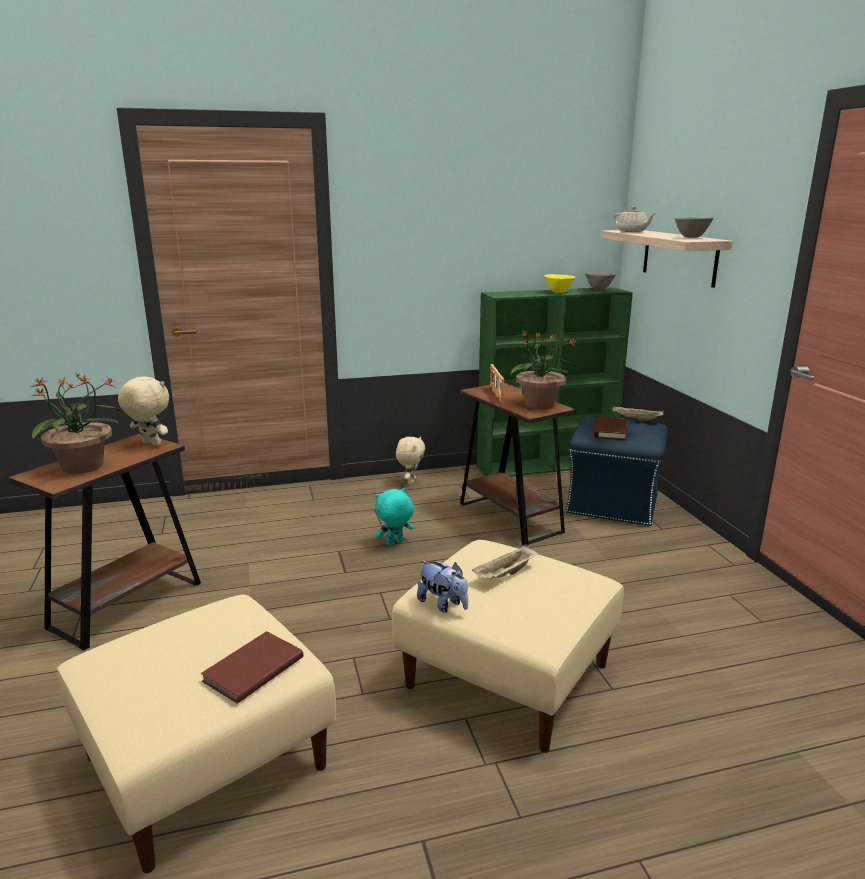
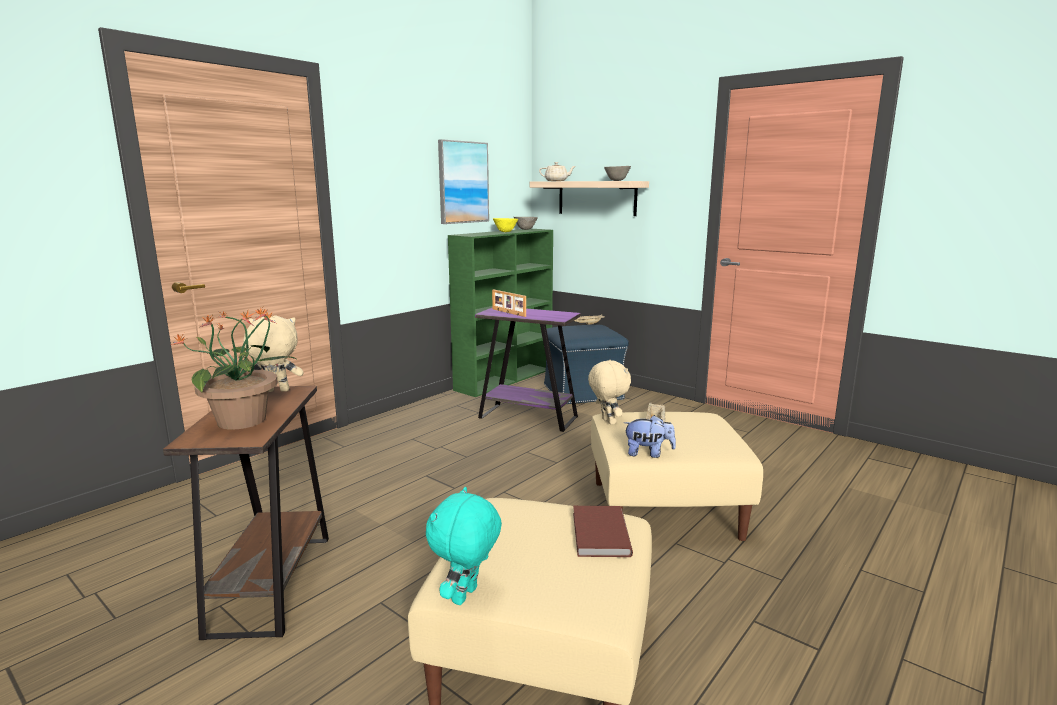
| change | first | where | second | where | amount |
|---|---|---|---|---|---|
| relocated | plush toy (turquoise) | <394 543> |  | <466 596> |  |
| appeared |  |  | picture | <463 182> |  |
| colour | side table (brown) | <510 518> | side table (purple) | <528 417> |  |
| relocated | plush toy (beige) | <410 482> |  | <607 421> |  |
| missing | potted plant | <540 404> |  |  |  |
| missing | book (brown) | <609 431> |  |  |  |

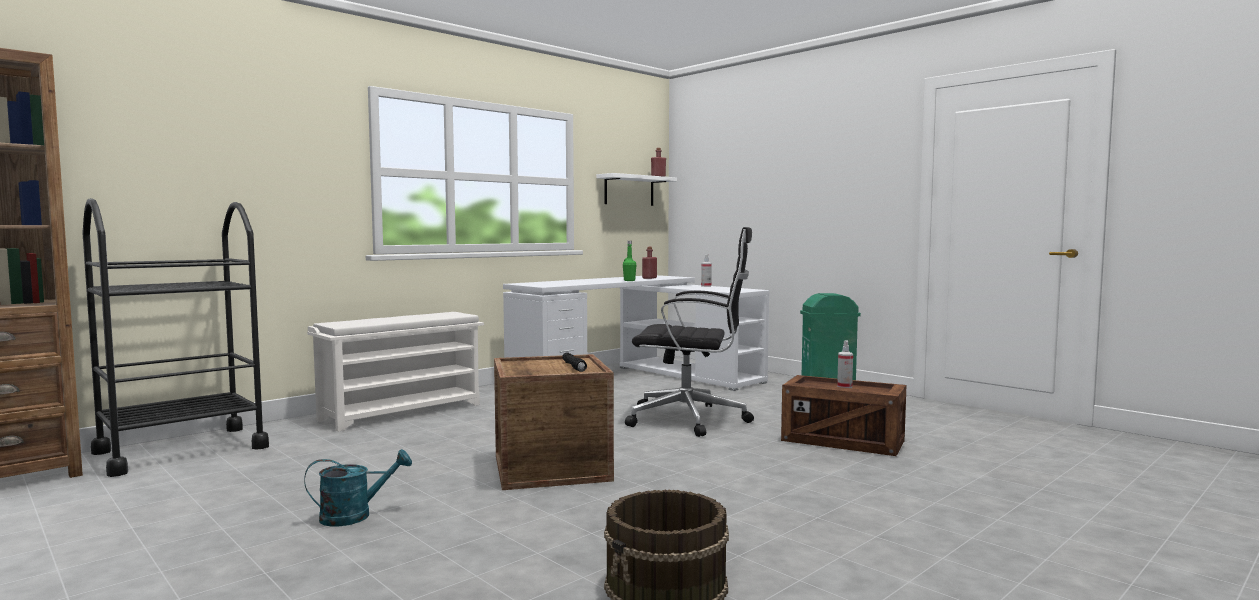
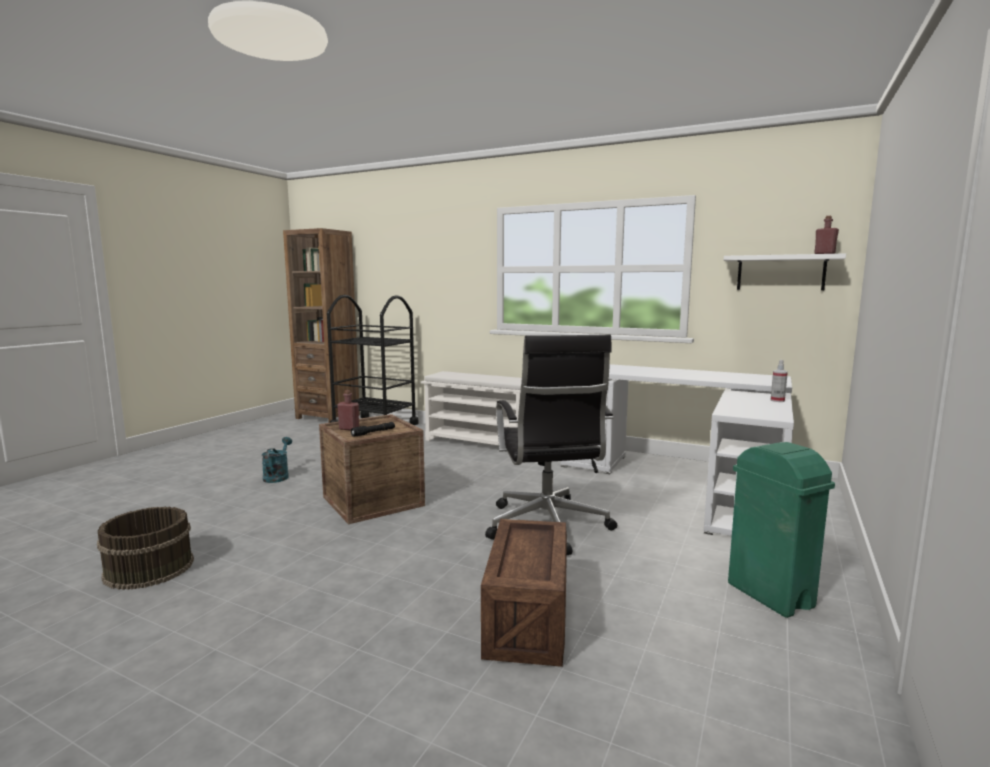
| change | first | where | second | where | amount |
|---|---|---|---|---|---|
| spun | watering can (turquoise) | <355 515> |  | <278 476> | 135 degrees counterclockwise |
| relocated | bottle (red) | <649 278> |  | <349 428> |  |
| missing | bottle (green) | <629 280> |  |  |  |
| missing | spray bottle | <844 387> |  |  |  |

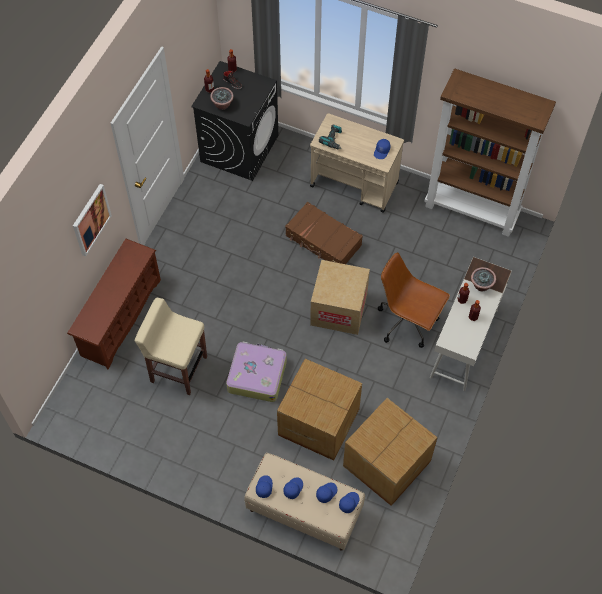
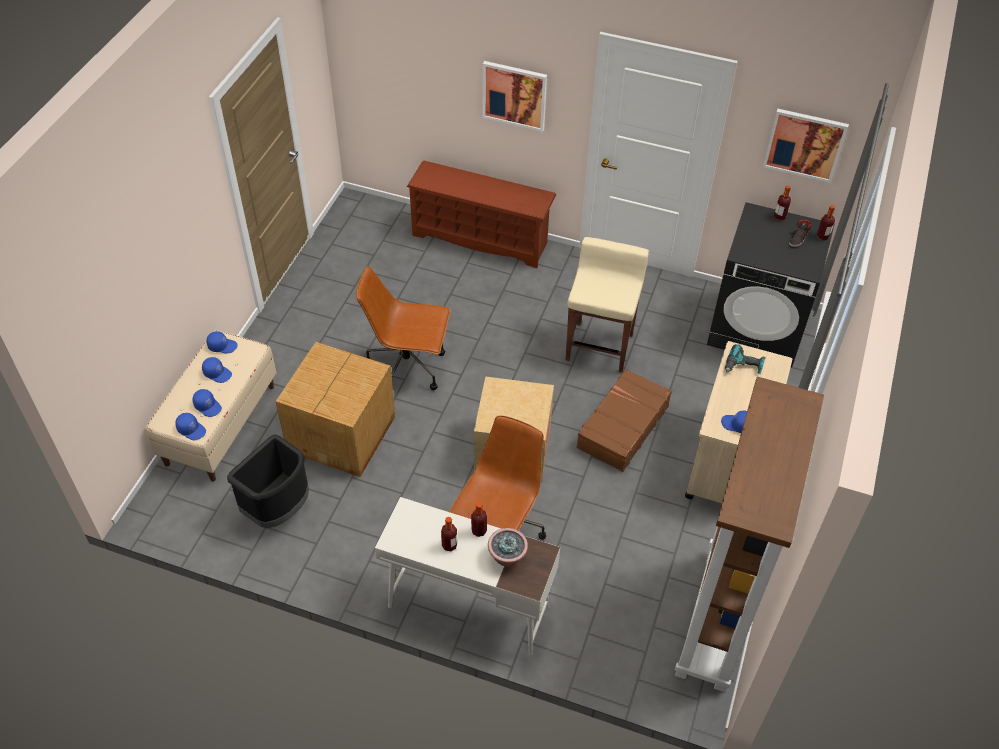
| change | first | where | second | where | amount |
|---|---|---|---|---|---|
| exchanged | cardboard box | <385 463> | trash can (black) | <278 508> |  |
| exchanged | suitcase | <257 375> | office chair (brown) | <408 367> |  |
| relocated | stool (beige) | <178 369> |  | <600 346> |  |
| appeared |  |  | picture | <805 144> |  |
| missing | potted plant | <222 105> |  |  |  |

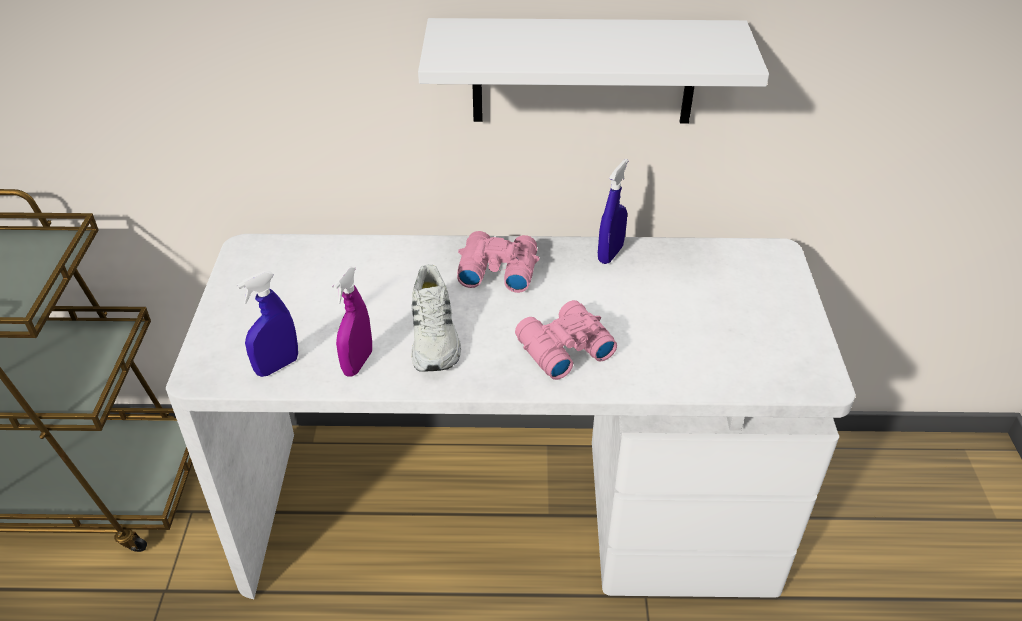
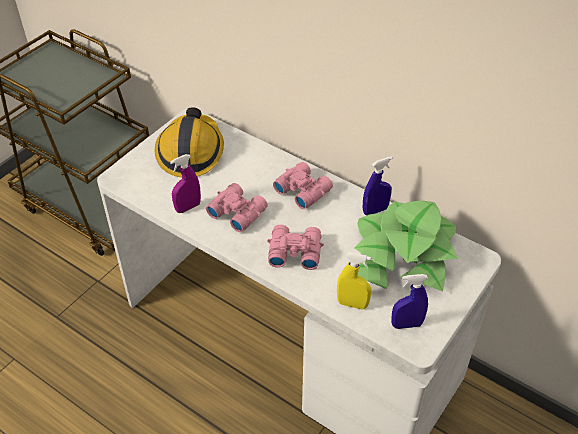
| change | first | where | second | where | amount |
|---|---|---|---|---|---|
| appeared |  |  | hard hat | <190 151> |  |
| exchanged | shoe (white) | <435 336> | binoculars (pink) | <237 211> |  |
| appeared |  |  | spray bottle (yellow) | <352 304> |  |
| appeared |  |  | potted plant | <402 256> |  |
| relocated | spray bottle (blue) | <277 366> |  | <406 324> |  |
| missing | shelf (white) | <583 71> |  |  |  |

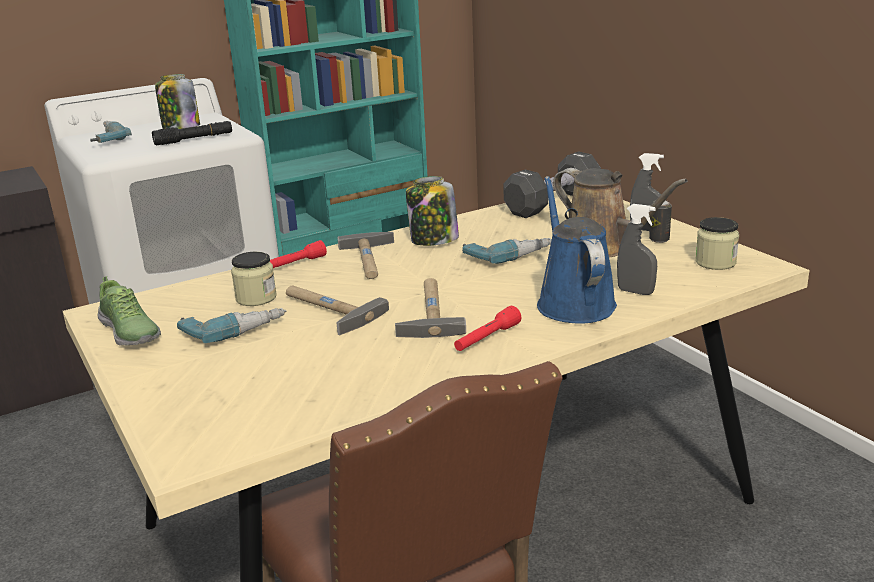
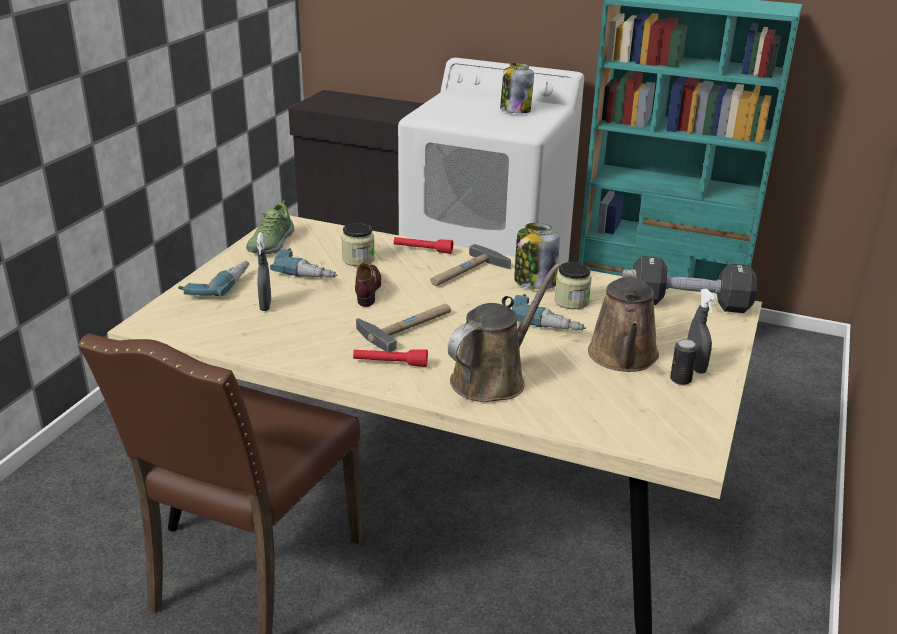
| change | first | where | second | where | amount |
|---|---|---|---|---|---|
| relocated | power drill | <104 139> |  | <217 285> |  |
| relocated | spray bottle (grey) | <635 292> |  | <265 305> |  |
| exchanged | hammer | <327 310> | shoe (brown) | <368 289> |  |
| colour | watering can (blue) | <573 302> | watering can (brown) | <493 378> |  |
| relocated | jar | <715 262> |  | <571 301> |  |
| missing | flashlight (black) | <194 139> |  |  |  |

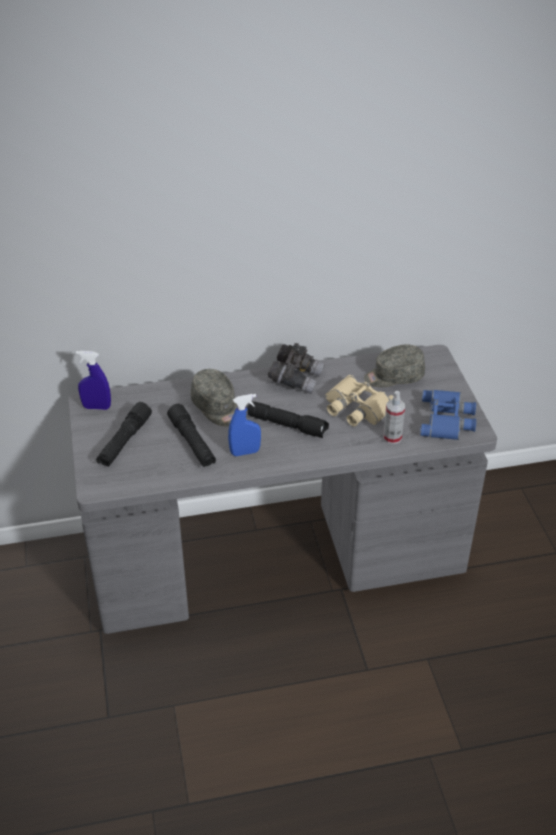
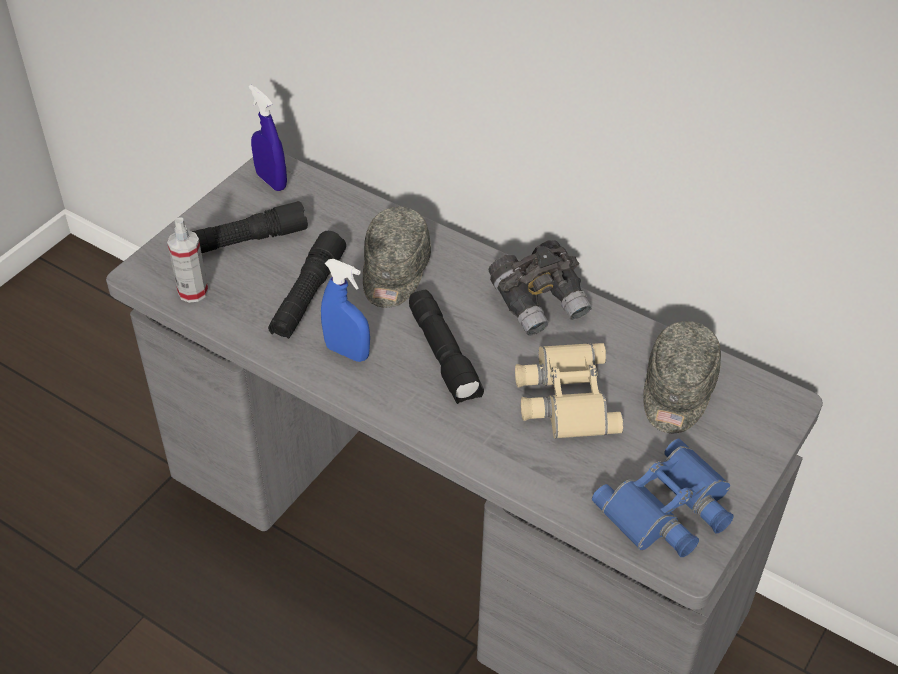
| change | first | where | second | where | amount |
|---|---|---|---|---|---|
| relocated | spray bottle | <392 437> |  | <193 292> |  |
| spun | cap (grey) | <393 377> |  | <677 392> | 105 degrees counterclockwise |

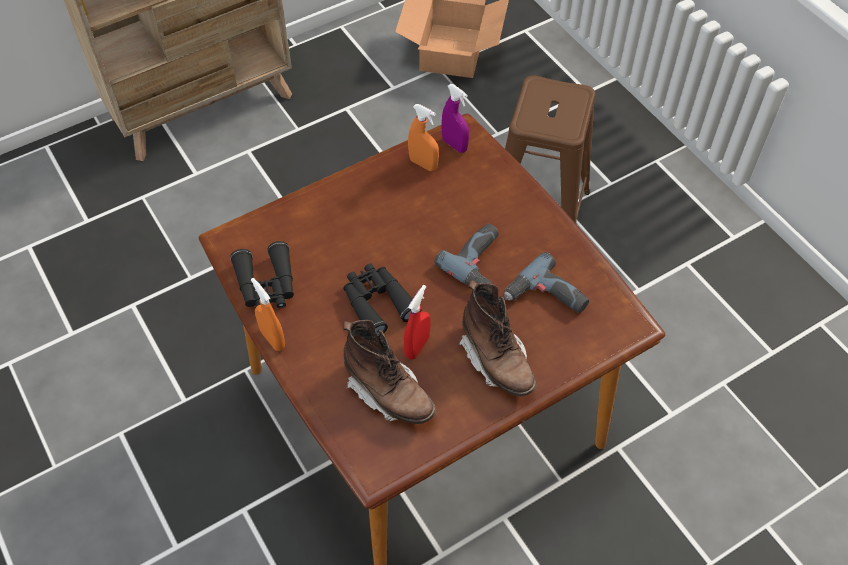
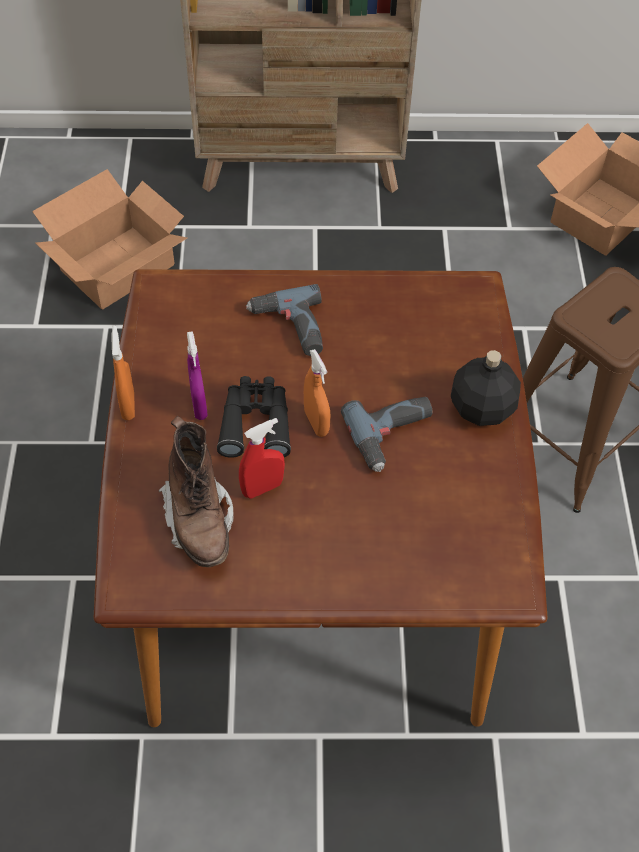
| change | first | where | second | where | amount |
|---|---|---|---|---|---|
| appeared |  |  | cardboard box | <119 267> |  |
| relocated | spray bottle (purple) | <454 145> |  | <199 405> |  |
| relocated | power drill | <546 298> |  | <289 328> |  |
| relocated | spray bottle (orange) | <423 164> |  | <316 422> |  |
| appeared |  |  | bottle (black) | <481 408> |  |
| missing | binoculars (black) | <266 285> |  |  |  |
| missing | boot (brown) | <496 360> |  |  |  |

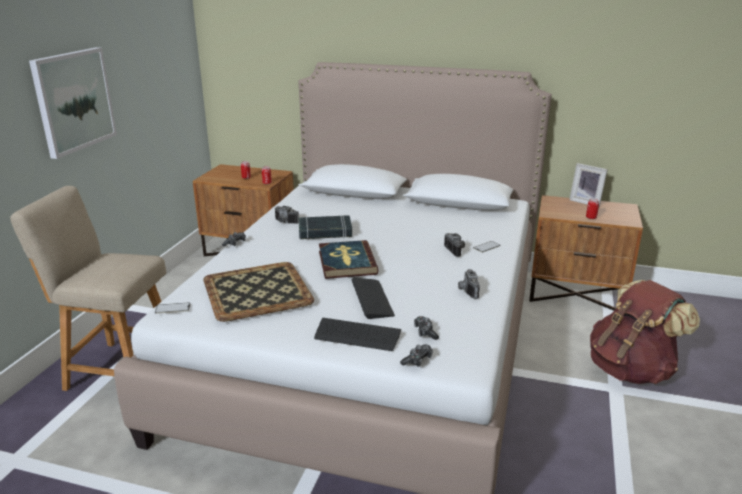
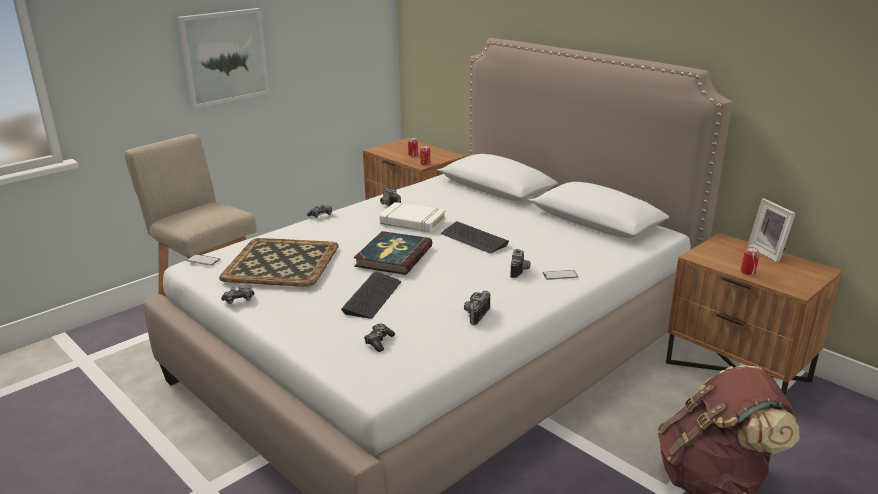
| change | first | where | second | where | amount |
|---|---|---|---|---|---|
| relocated | game controller | <417 360> |  | <238 300> |  |
| colour | book (black) | <325 232> | book (white) | <412 222> |  |
| relocated | keyboard | <357 336> |  | <474 239> |  |

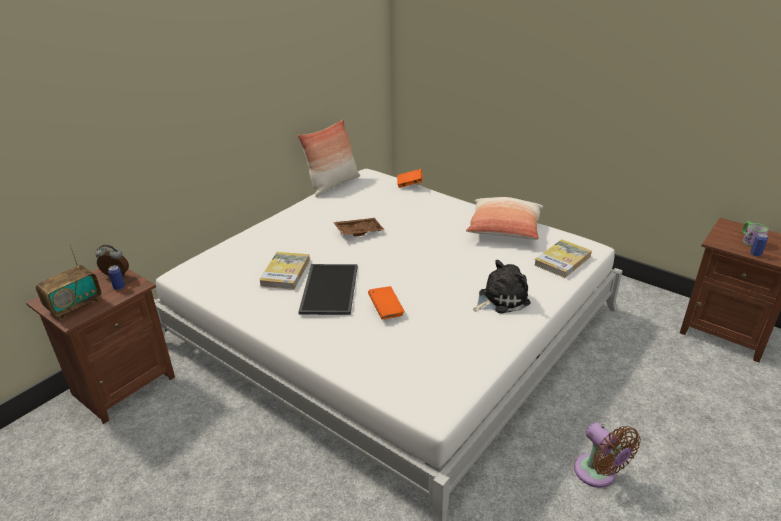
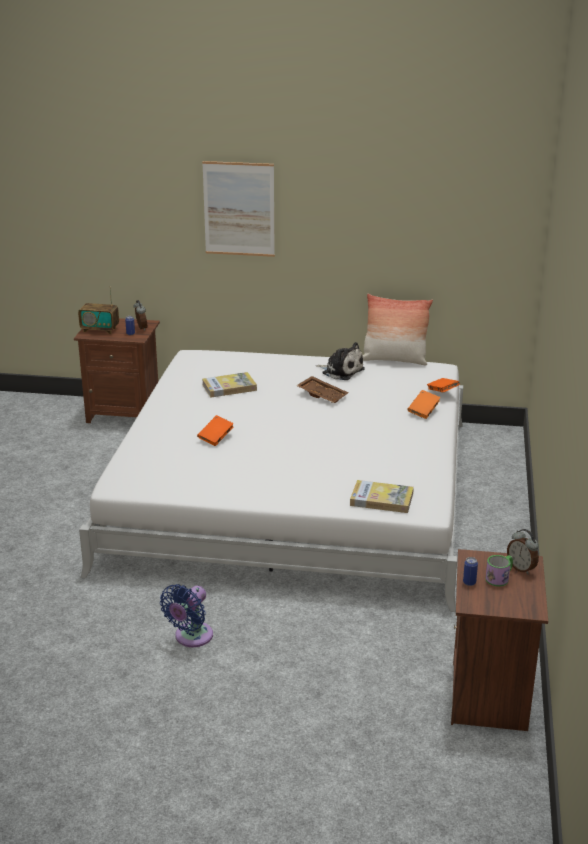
| change | first | where | second | where | amount |
|---|---|---|---|---|---|
| colour | fan (brown) | <598 474> | fan (blue) | <191 637> |  |
| appeared |  |  | picture | <239 209> |  |
| relocated | plush toy | <500 299> |  | <341 371> |  |
| appeared |  |  | book (orange) | <423 411> |  |
| appeared |  |  | alarm clock | <521 568> |  |
| missing | tray | <328 288> |  |  |  |
| missing | pillow | <504 230> |  |  |  |

